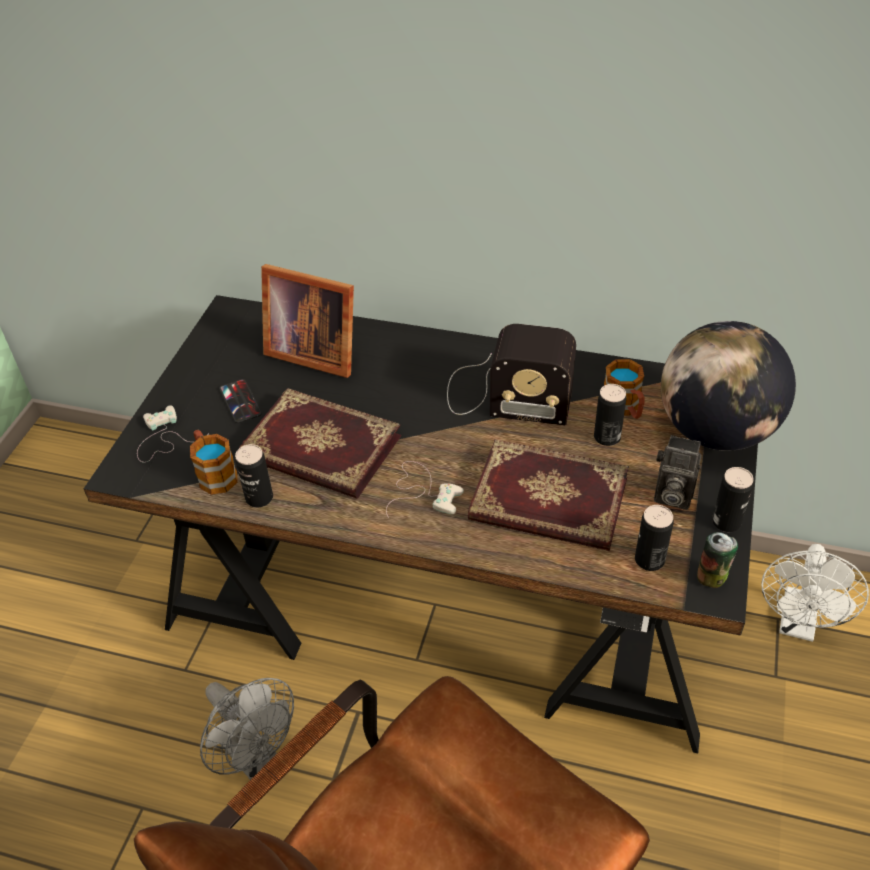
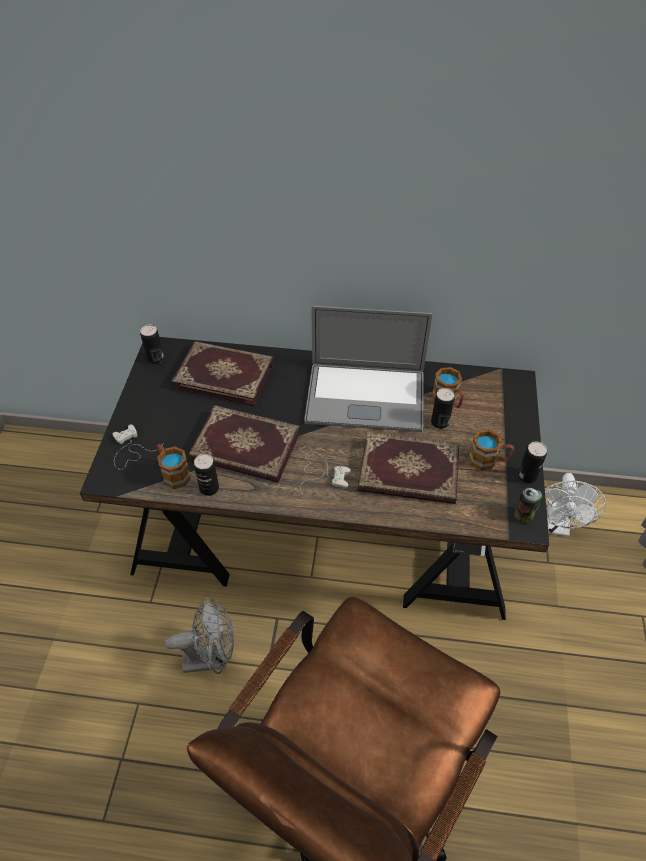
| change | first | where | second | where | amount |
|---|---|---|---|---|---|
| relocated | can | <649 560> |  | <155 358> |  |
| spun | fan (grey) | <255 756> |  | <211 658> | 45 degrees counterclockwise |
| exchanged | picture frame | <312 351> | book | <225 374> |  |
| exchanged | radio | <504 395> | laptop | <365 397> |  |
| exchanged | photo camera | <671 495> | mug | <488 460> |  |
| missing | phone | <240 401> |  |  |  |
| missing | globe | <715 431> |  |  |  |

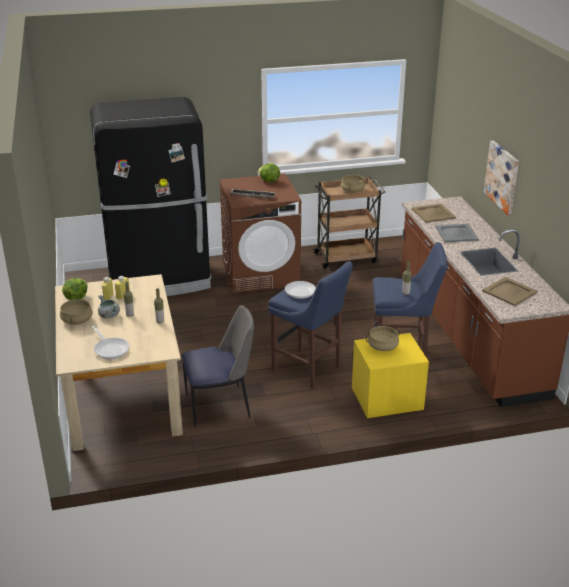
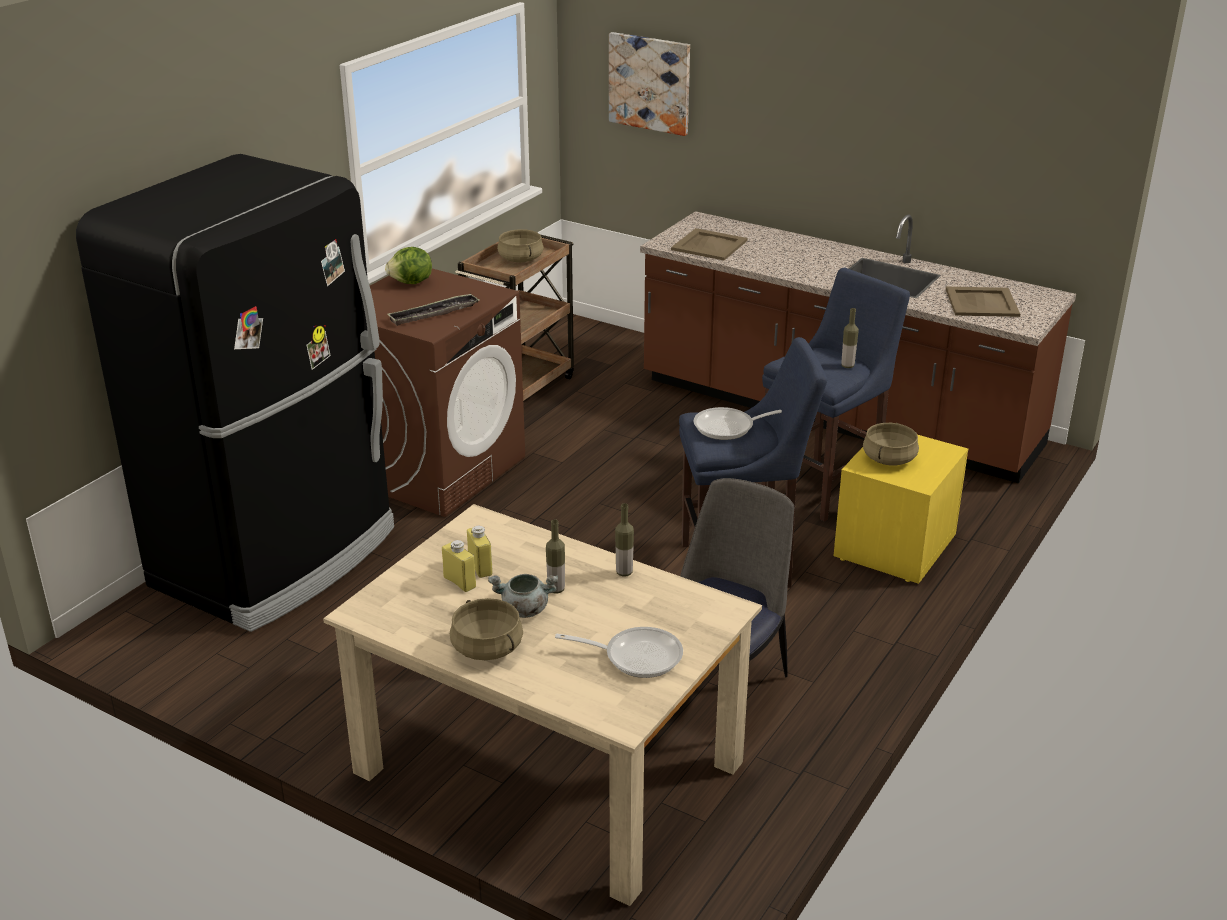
| change | first | where | second | where | amount |
|---|---|---|---|---|---|
| relocated | picture | <502 177> |  | <650 83> |  |
| missing | lettuce | <76 298> |  |  |  |
| missing | tray (grey) | <456 233> |  |  |  |

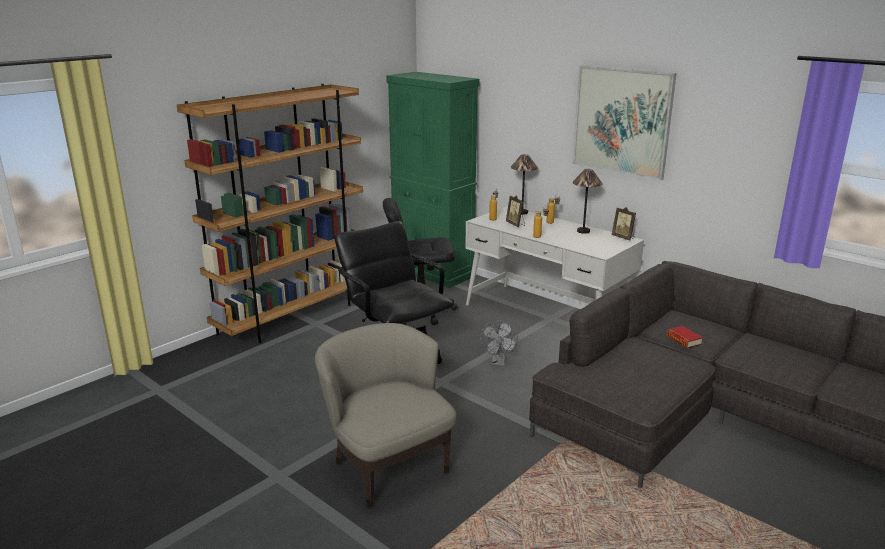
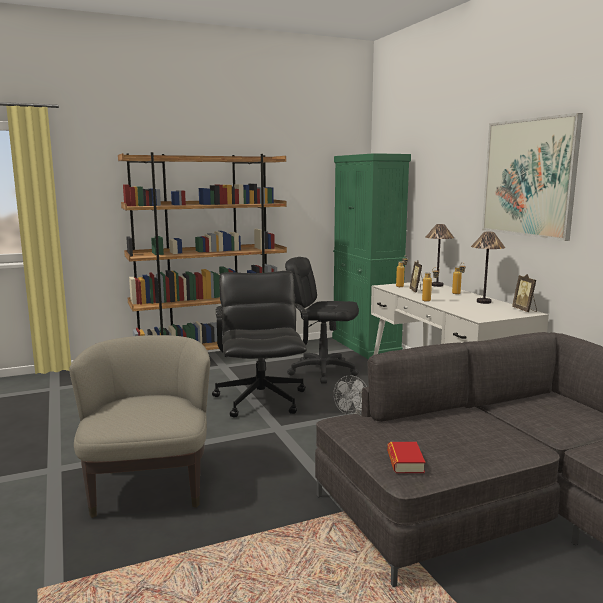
| change | first | where | second | where | amount |
|---|---|---|---|---|---|
| relocated | book | <683 340> |  | <405 462> |  |

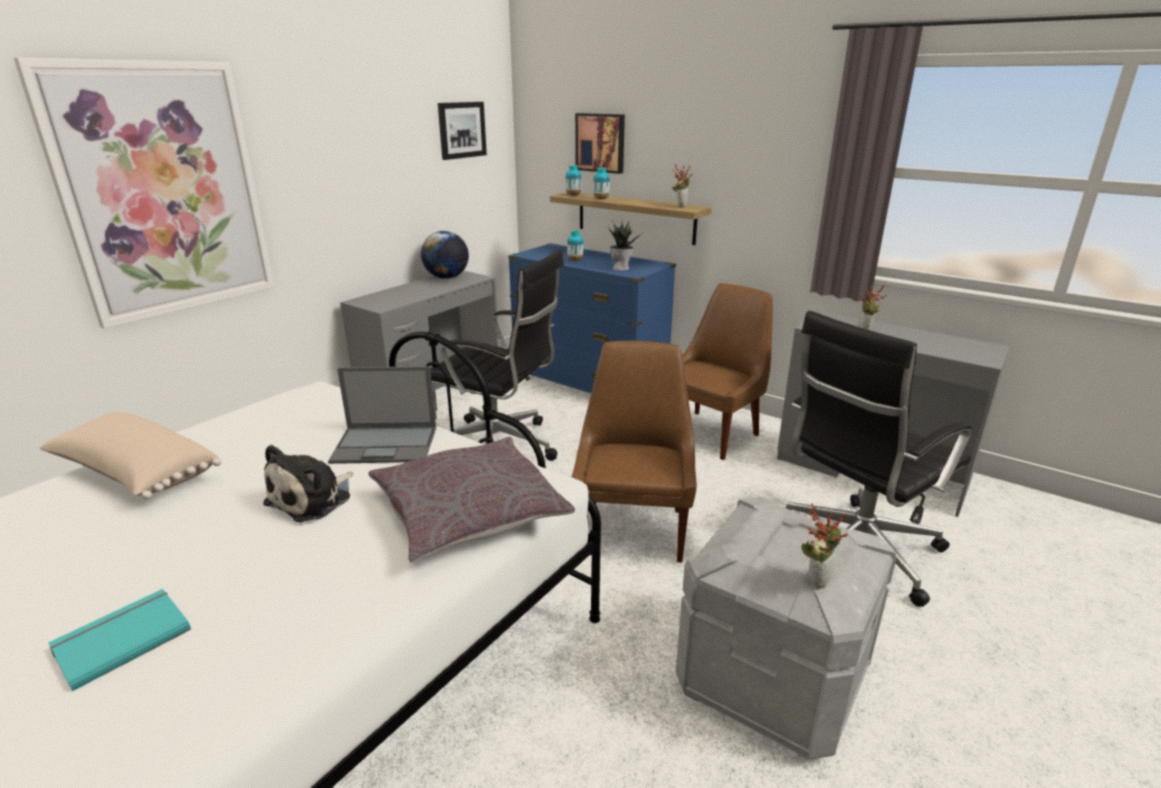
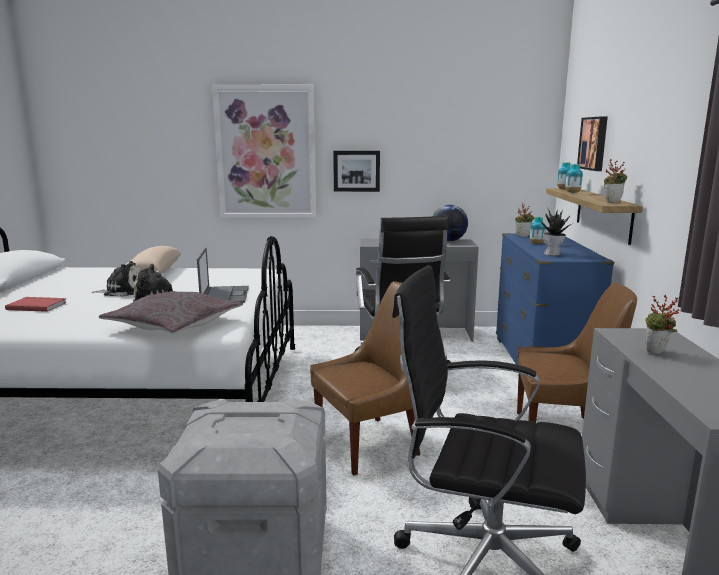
| change | first | where | second | where | amount |
|---|---|---|---|---|---|
| colour | book (turquoise) | <121 639> | book (red) | <37 306> |  |
| appeared |  |  | plush toy | <122 291> |  |
| spun | laptop | <386 445> |  | <225 295> | 150 degrees counterclockwise |
| relocated | picture | <461 130> |  | <356 171> |  |
| relocated | potted plant | <816 578> |  | <523 236> |  |

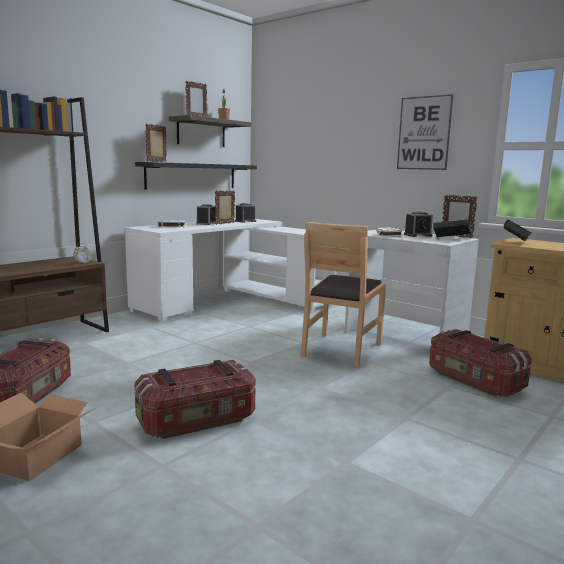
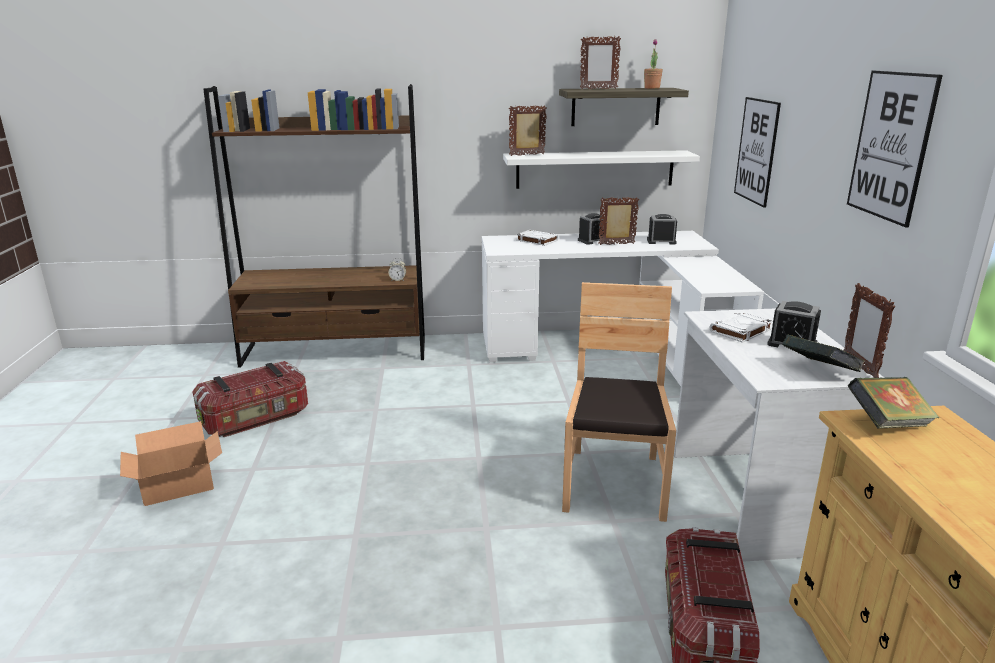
| change | first | where | second | where | amount |
|---|---|---|---|---|---|
| colour | shelf (black) | <192 176> | shelf (white) | <595 169> |  |
| spun | chair (brown) | <341 349> |  | <614 483> | 120 degrees clockwise |
| appeared |  |  | picture | <756 151> |  |
| missing | storage box | <197 421> |  |  |  |

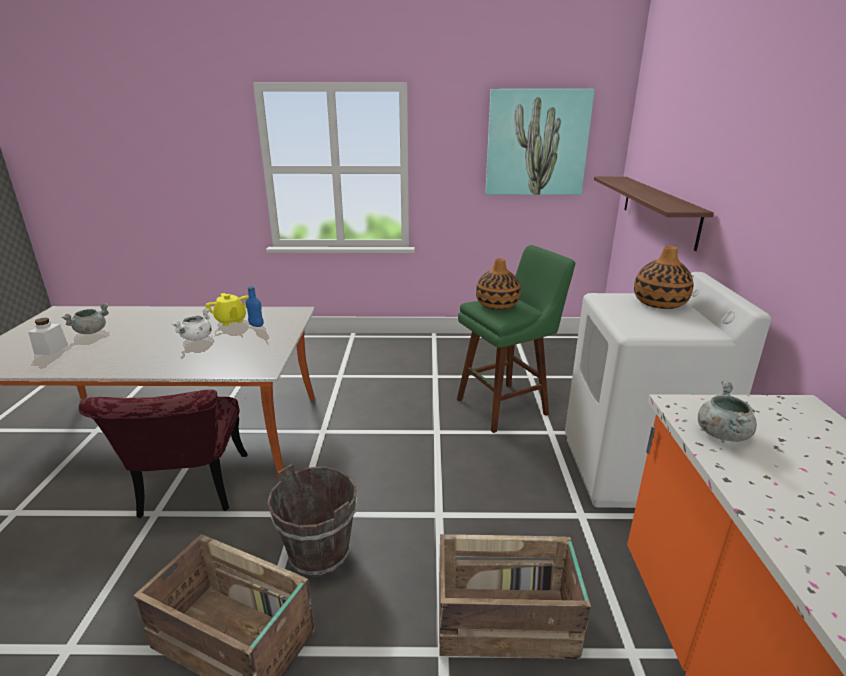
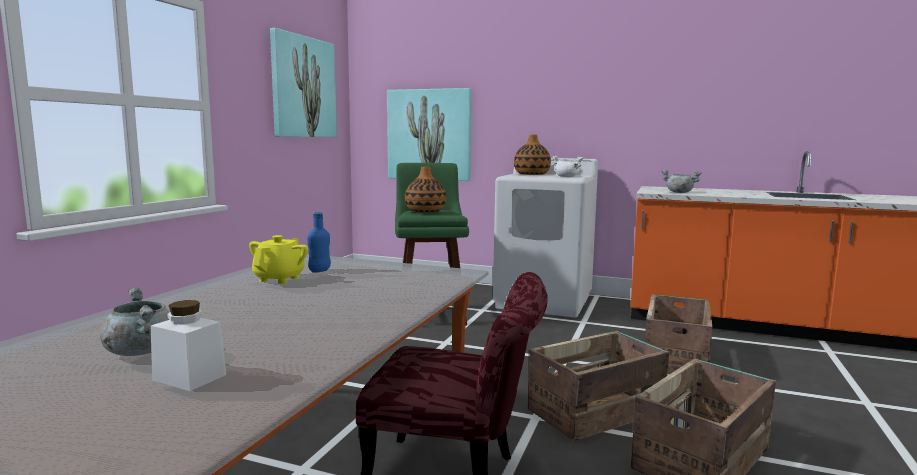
| change | first | where | second | where | amount |
|---|---|---|---|---|---|
| spun | teapot (yellow) | <231 321> |  | <279 279> | 60 degrees counterclockwise |
| exchanged | shelf | <658 209> | picture | <429 134> |  |
| exchanged | bucket (brown) | <318 553> | crate | <597 411> |  |
| relocated | cooking pot (white) | <196 338> |  | <567 177> |  |

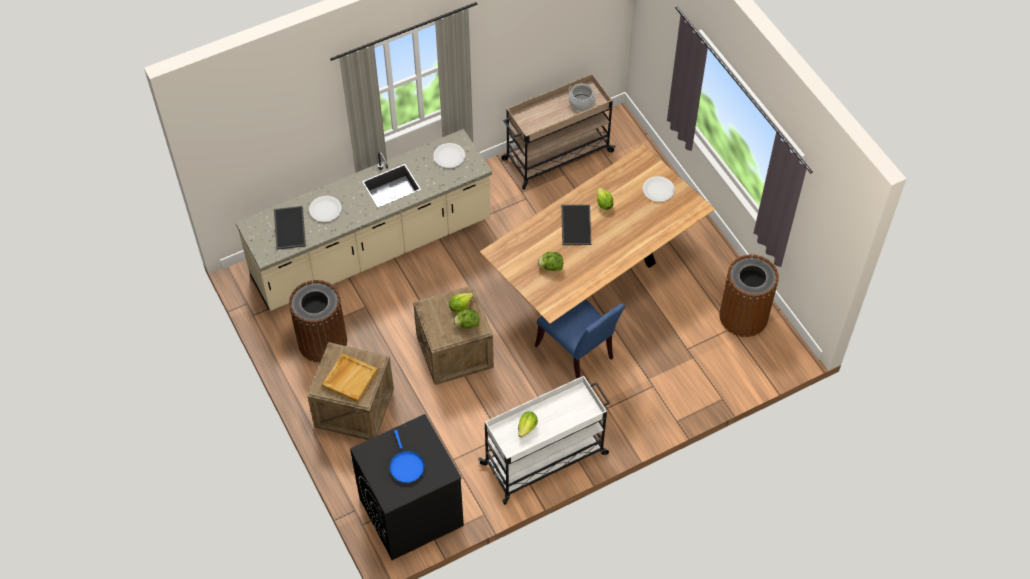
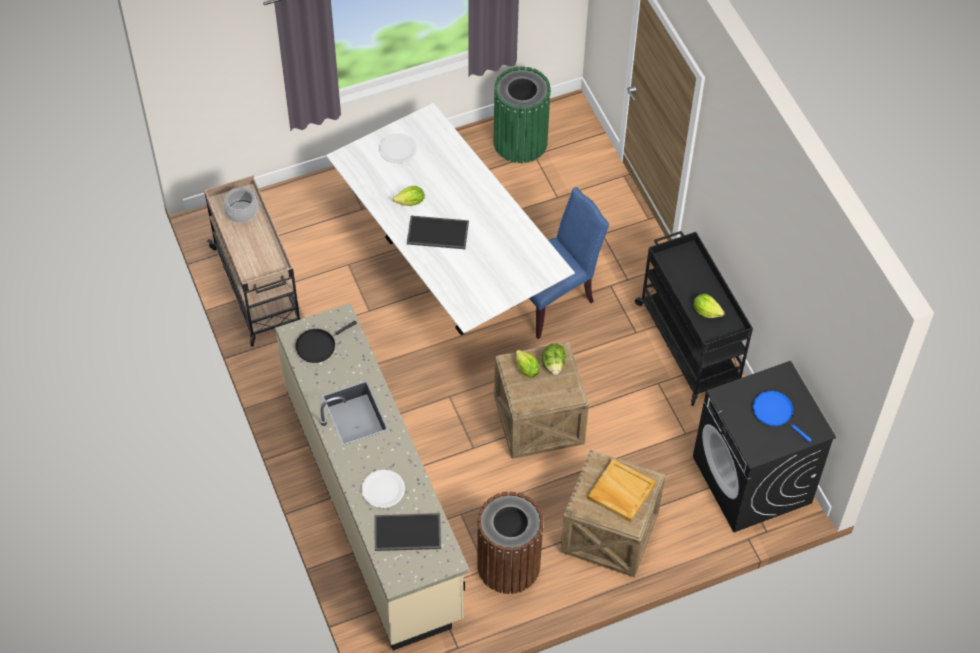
| change | first | where | second | where | amount |
|---|---|---|---|---|---|
| exchanged | plate (white) | <449 156> | frying pan (black) | <318 346> |  |
| colour | dining table (brown) | <594 277> | dining table (white) | <448 270> |  |
| colour | trash can (brown) | <743 316> | trash can (green) | <520 142> |  |
| colour | cart (white) | <545 458> | cart (black) | <688 343> |  |
| spun | frying pan (blue) | <406 466> |  | <775 412> | 120 degrees counterclockwise |
| missing | lettuce | <550 267> |  |  |  |

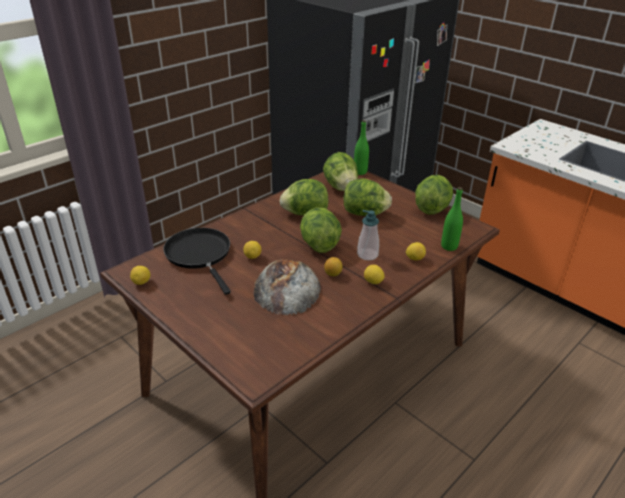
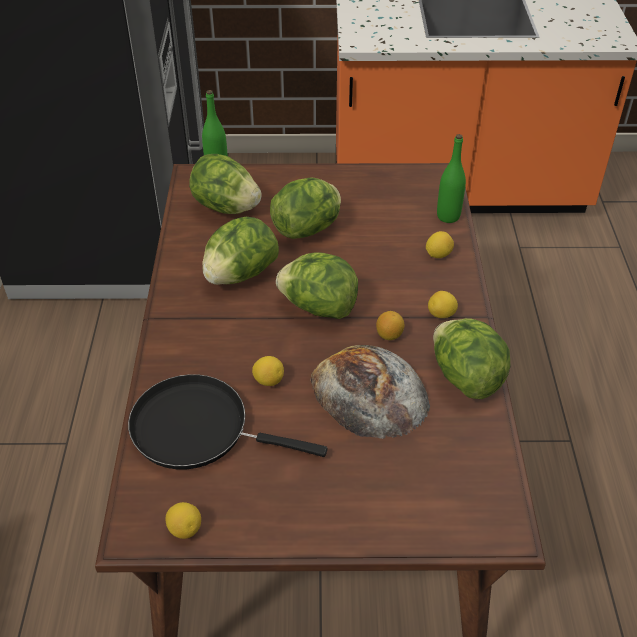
| change | first | where | second | where | amount |
|---|---|---|---|---|---|
| relocated | lettuce | <431 208> |  | <465 377> |  |
| missing | soap dispenser | <367 255> |  |  |  |

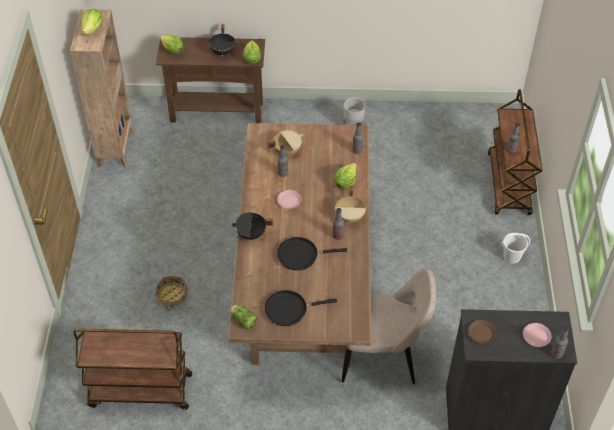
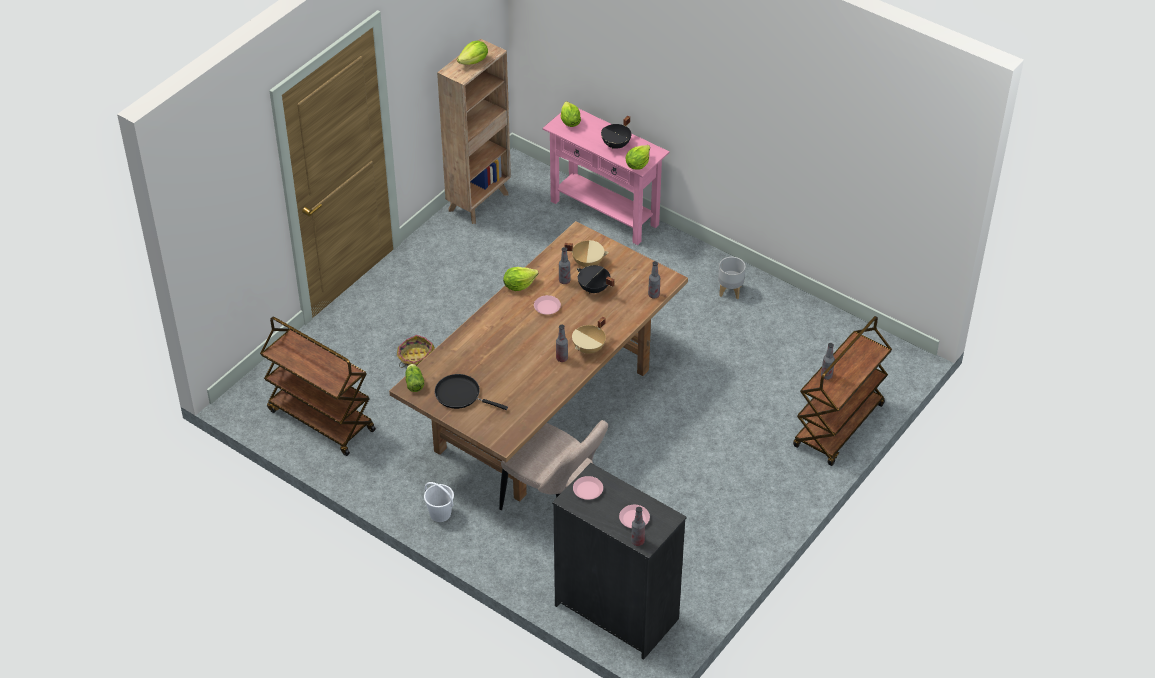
| change | first | where | second | where | amount |
|---|---|---|---|---|---|
| relocated | bucket (white) | <511 256> |  | <440 513> |  |
| relocated | lettuce | <345 182> |  | <519 285> |  |
| colour | console table (brown) | <217 112> | console table (pink) | <604 213> |  |
| colour | plate (brown) | <481 333> | plate (pink) | <587 490> |  |
| relocated | cooking pot (black) | <251 234> |  | <593 289> |  |
| missing | frying pan (black) | <300 255> |  |  |  |

